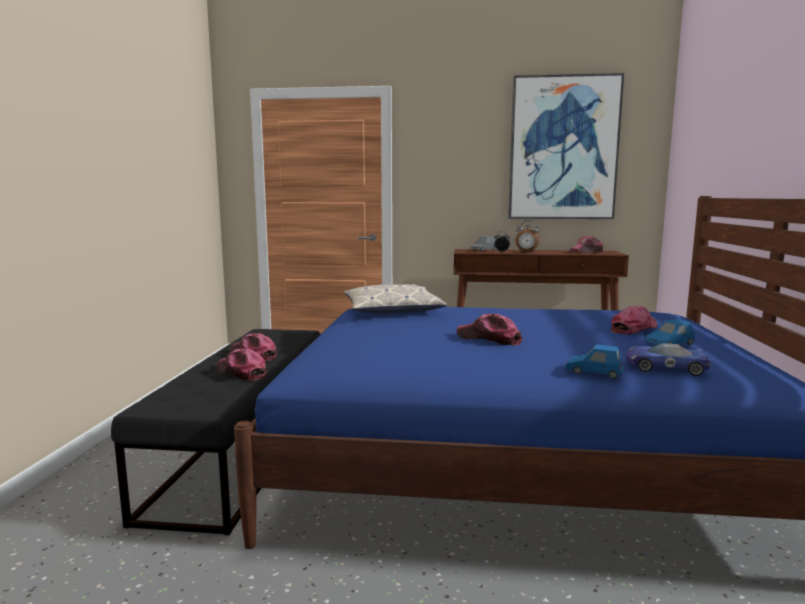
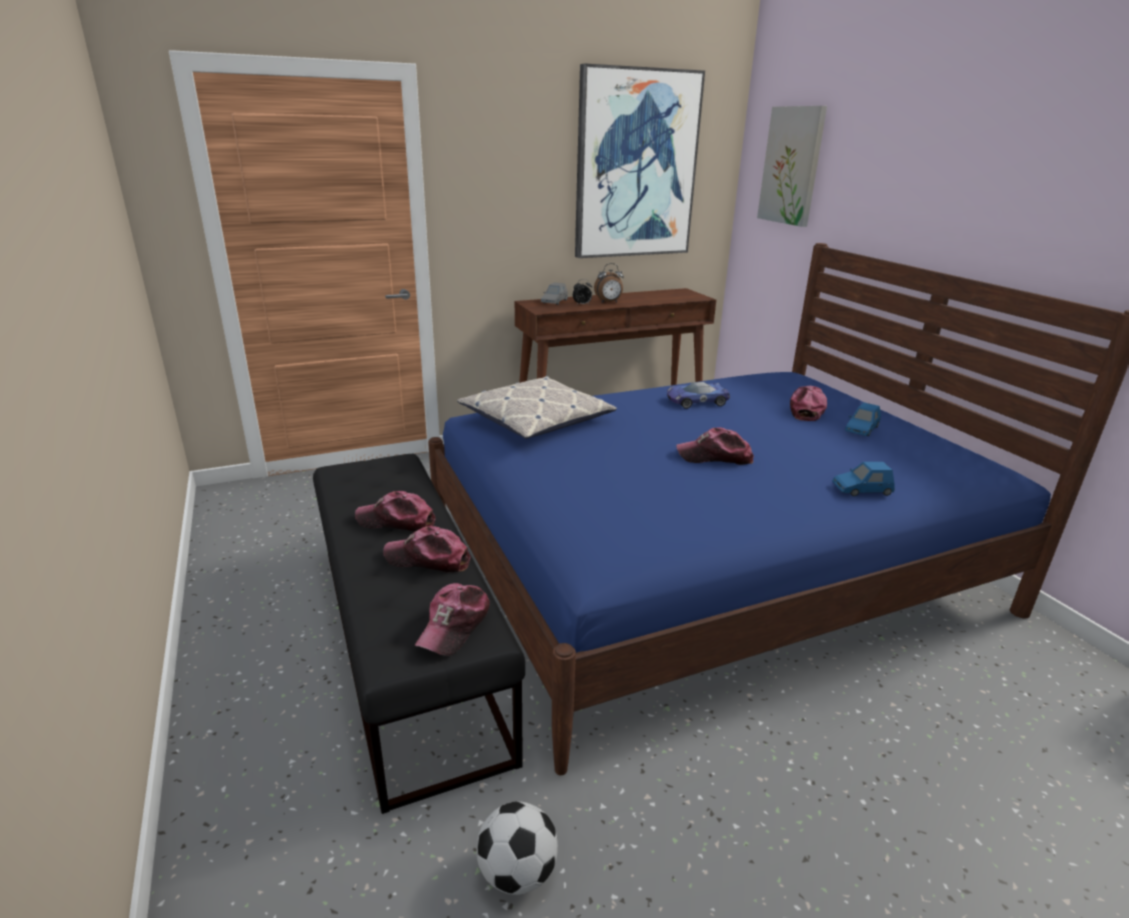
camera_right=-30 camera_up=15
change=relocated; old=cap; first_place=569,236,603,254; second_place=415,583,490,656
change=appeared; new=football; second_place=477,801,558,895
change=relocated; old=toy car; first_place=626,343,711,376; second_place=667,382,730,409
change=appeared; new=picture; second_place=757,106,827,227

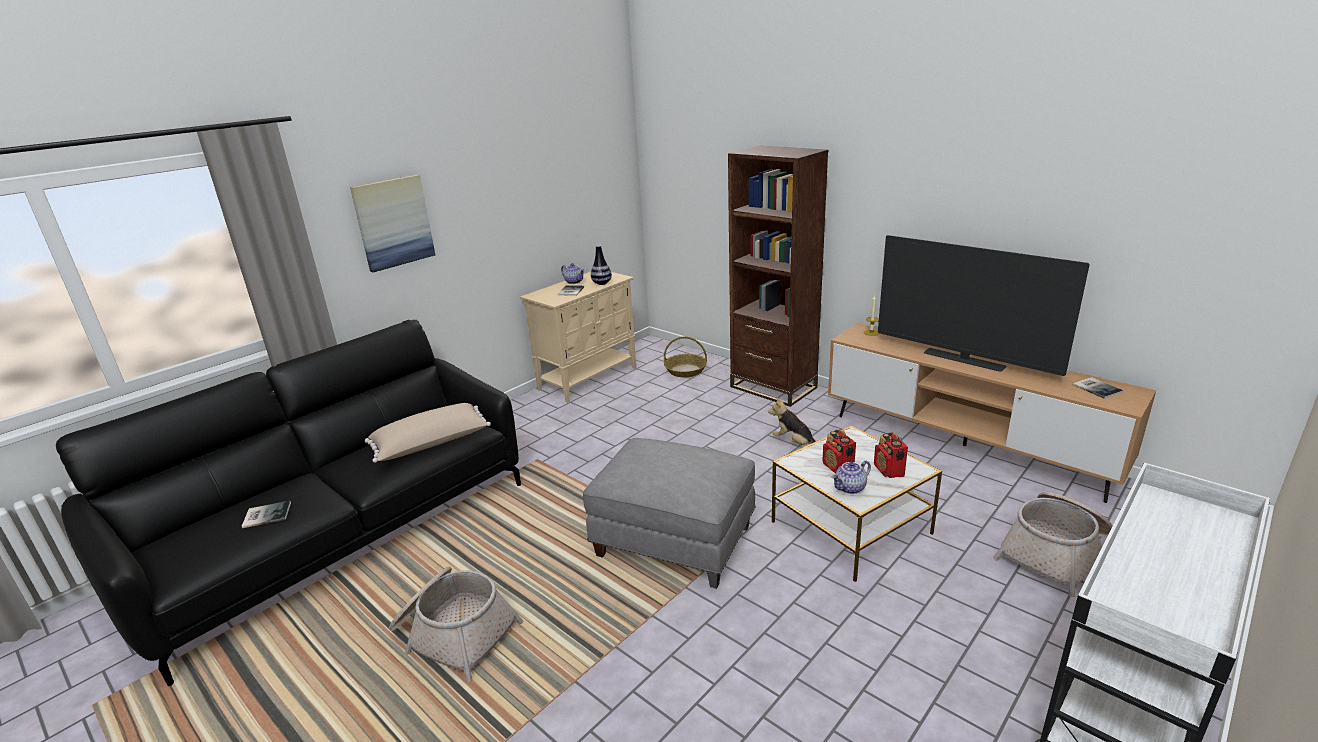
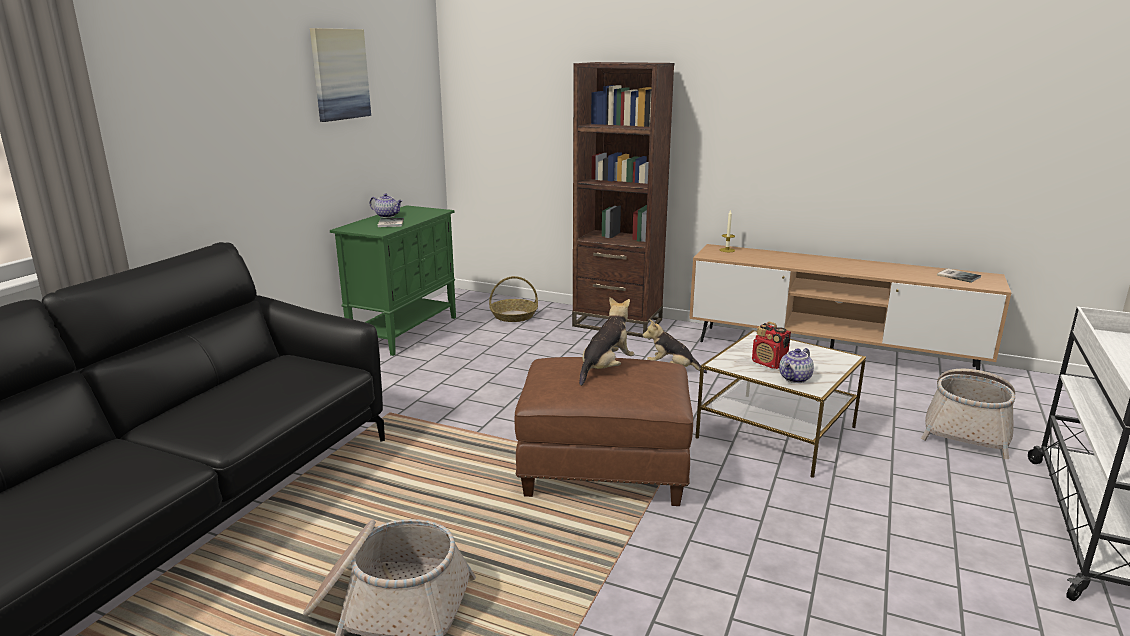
camera_right=-20 camera_up=-5
change=relocated; old=picture; first_place=350,175,435,272; second_place=310,28,371,122
change=colour; old=beige cabinet; new=green cabinet; first_place=520,272,636,403; second_place=330,205,456,356
change=colour; old=grey ottoman; new=brown ottoman; first_place=583,438,756,589; second_place=514,357,693,506
change=appeared; new=plush toy; second_place=579,297,635,386
change=missing; old=book; first_place=242,501,291,528
change=missing; old=beige pillow; first_place=365,403,491,463
change=missing; old=vase; first_place=591,245,612,285
change=missing; old=radio; first_place=874,432,908,478
change=missing; old=television; first_place=878,235,1090,376

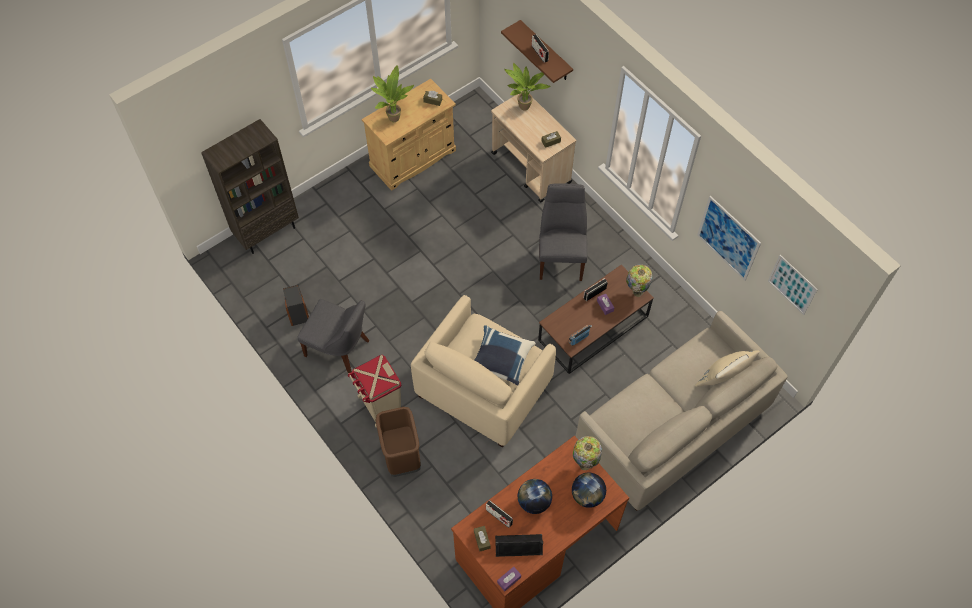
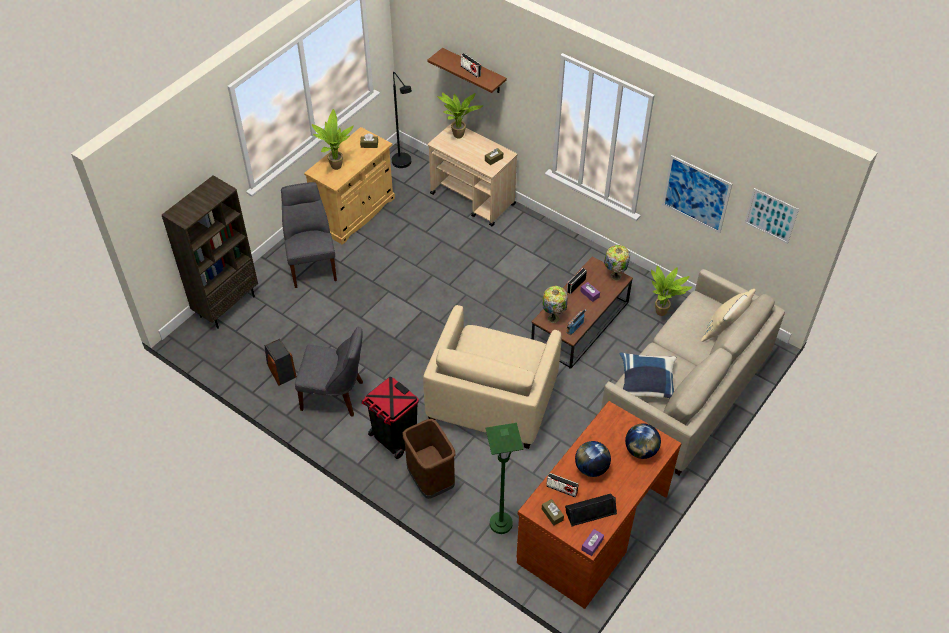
camera_right=-15 camera_up=-10
change=relocated; old=grey chair; first_place=539,183,587,281; second_place=281,182,337,288
change=colour; old=beige trash can; new=black trash can; first_place=348,355,402,428; second_place=362,377,419,459
change=appeared; new=black floor lamp; second_place=392,72,412,168
change=appeared; new=green floor lamp; second_place=485,423,524,534
change=relocated; old=table lamp; first_place=573,436,602,470; second_place=542,286,568,323
change=relocated; old=blue pillow; first_place=474,325,536,386; second_place=620,353,677,399
change=appeared; new=potted plant; second_place=651,265,692,316

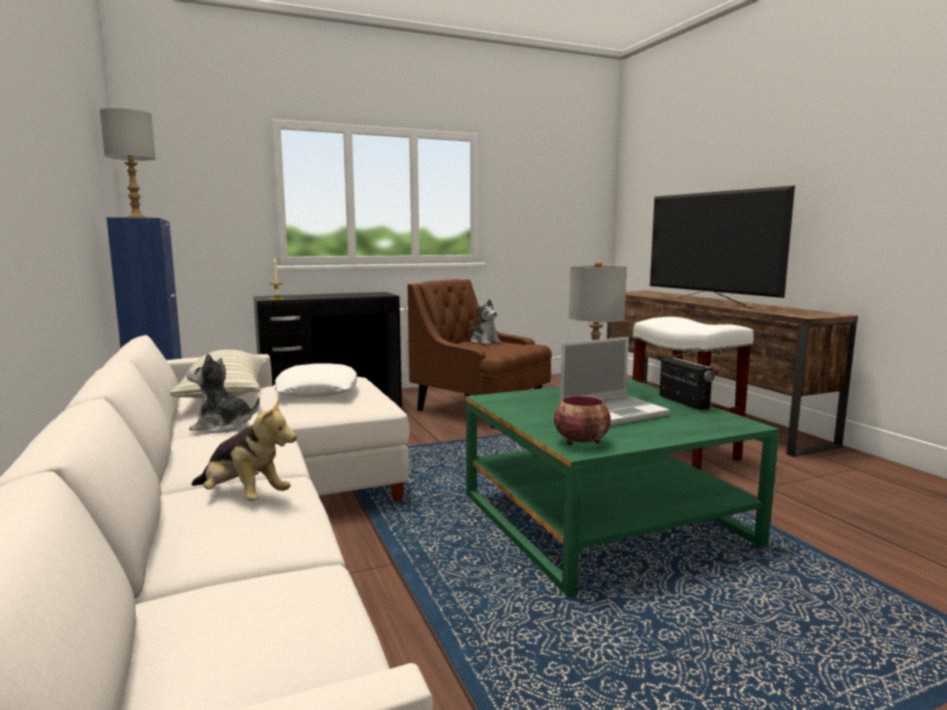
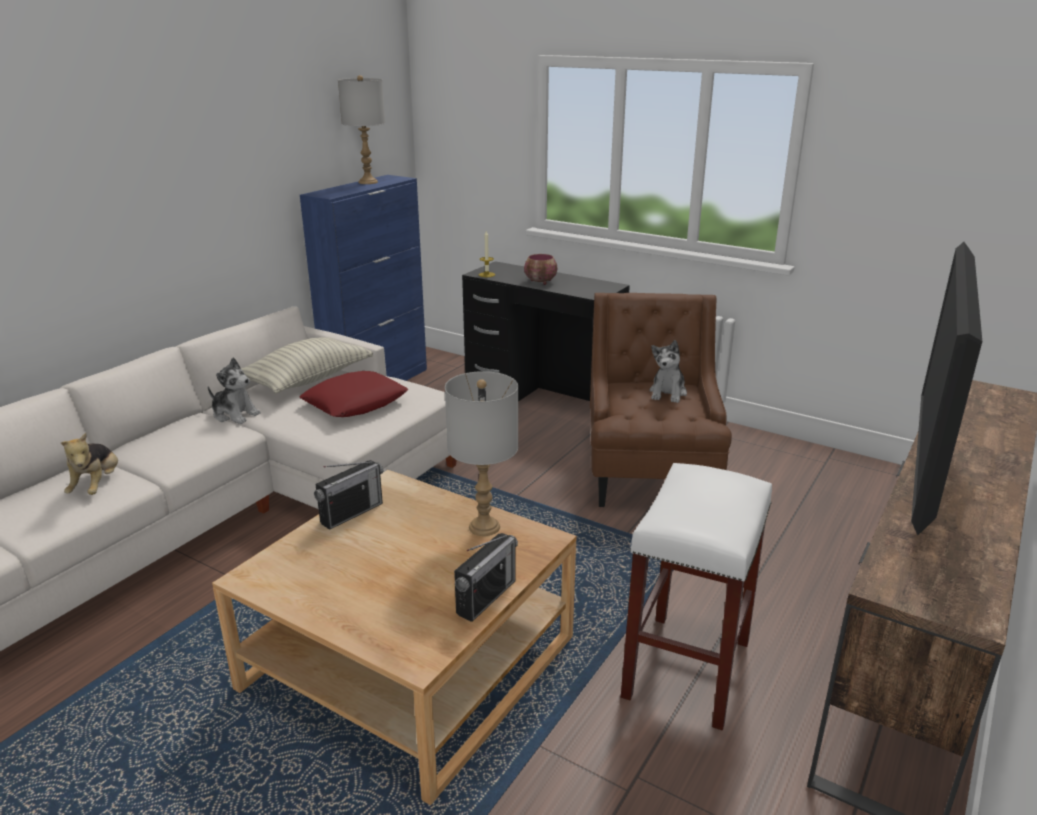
camera_right=55 camera_up=15
change=spun; old=plush toy; first_place=186,353,260,433; second_place=208,358,261,424; degrees=150
change=colour; old=green coffee table; new=beige coffee table; first_place=466,379,779,597; second_place=212,470,577,805
change=colour; old=white pillow; new=red pillow; first_place=275,363,357,398; second_place=300,371,408,417
change=appeared; new=radio; second_place=314,460,383,530
change=relocated; old=bowl; first_place=554,396,611,445; second_place=524,254,557,285
change=missing; old=laptop; first_place=560,337,670,426

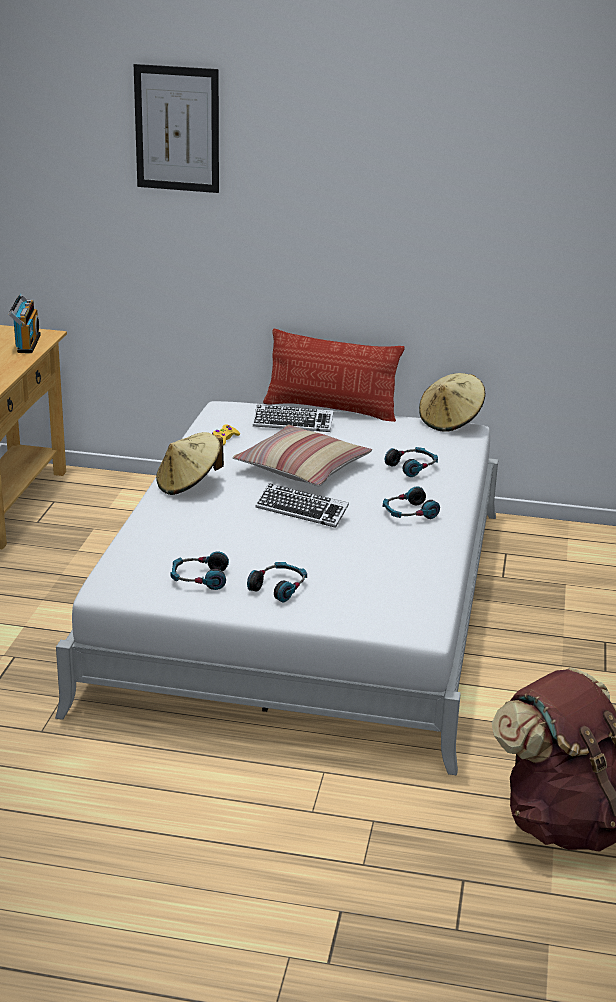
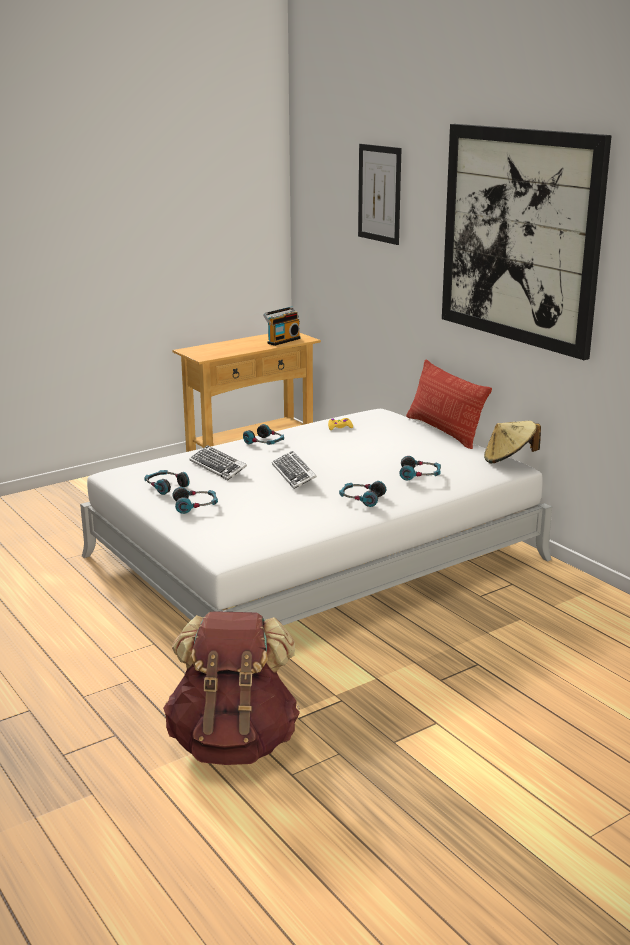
camera_right=45 camera_up=-5
change=relocated; old=keyboard; first_place=253,405,334,432; second_place=189,445,247,480
change=exchanged; old=beige hat; new=headphones; first_place=156,432,224,495; second_place=243,424,284,445
change=appeared; new=picture; second_place=442,124,612,360
change=missing; old=pillow; first_place=232,425,372,486

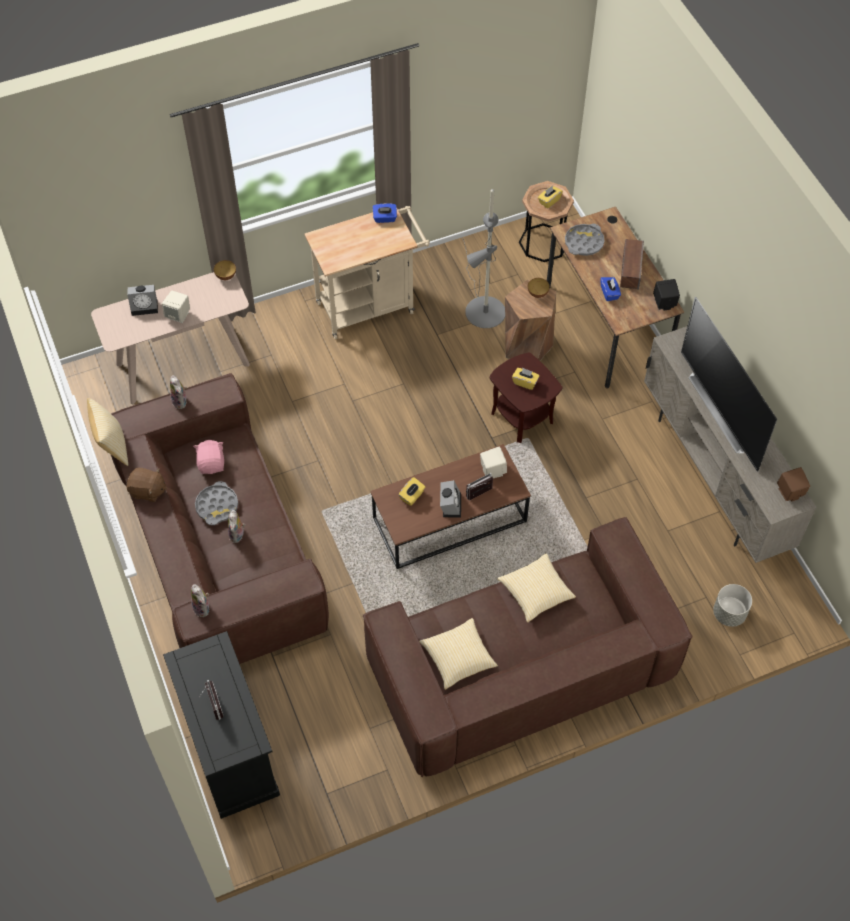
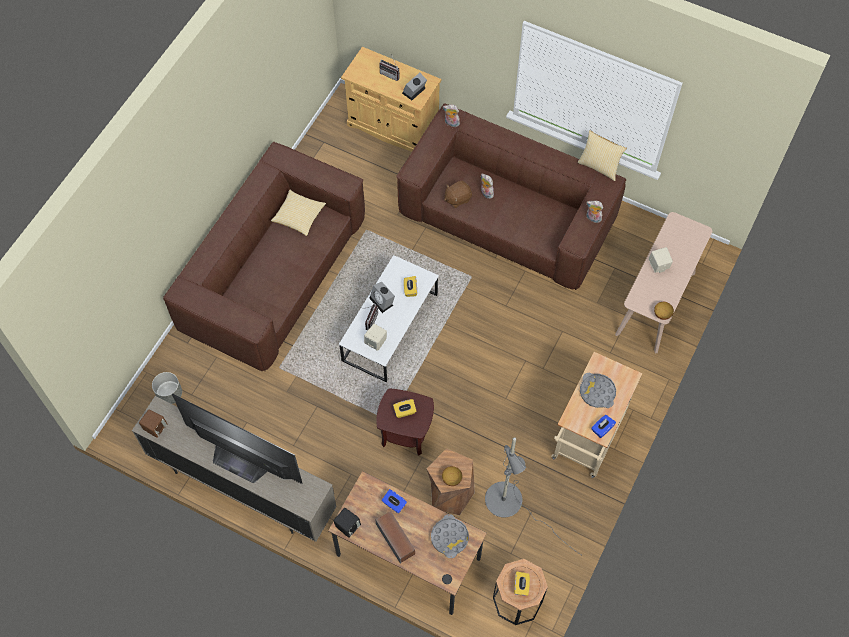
camera_right=140 camera_up=5
change=colour; old=brown coffee table; new=white coffee table; first_place=370,444,531,569; second_place=339,255,439,382
change=colour; old=black cabinet; new=beige cabinet; first_place=163,631,280,819; second_place=341,47,441,152
change=relocated; old=alarm clock; first_place=127,285,158,316; second_place=402,73,427,100
change=relocated; old=brown plush toy; first_place=126,468,167,502; second_place=444,181,472,208
change=relocated; old=grey tray; first_place=195,481,238,525; second_place=580,373,616,408
change=missing; old=pink plush toy; first_place=193,440,224,474
change=missing; old=pillow; first_place=497,553,576,623

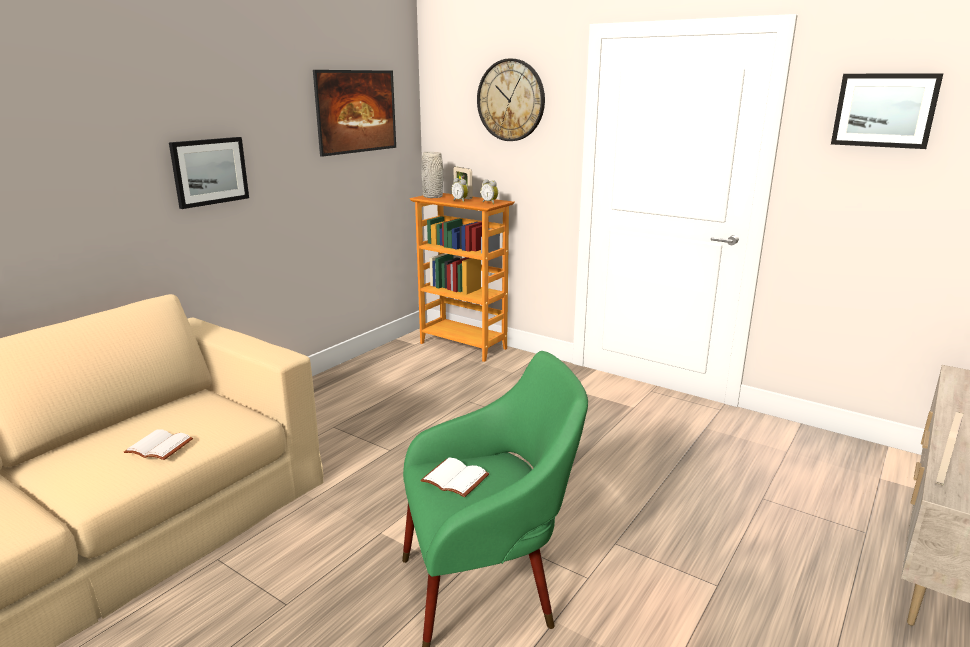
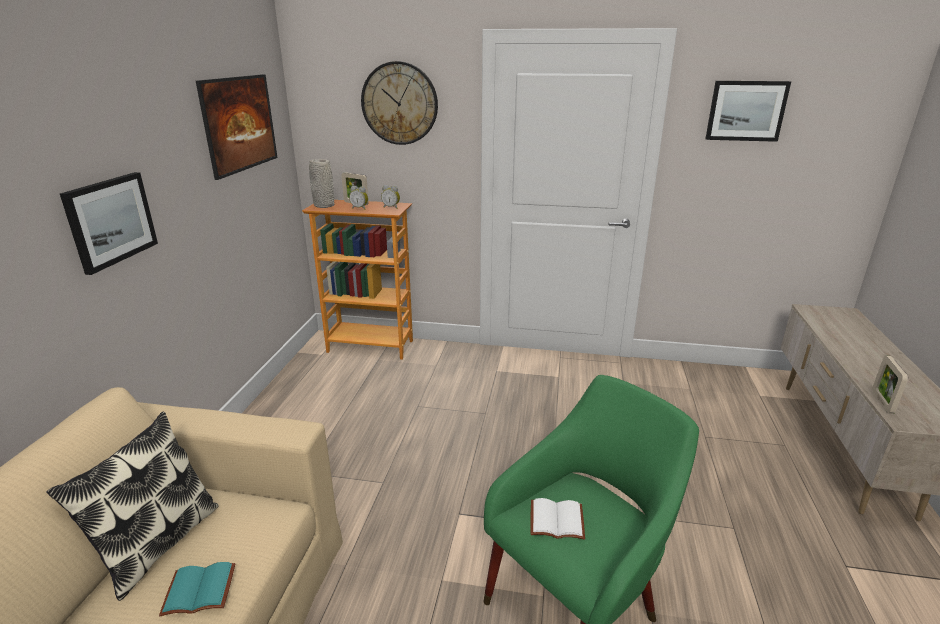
camera_right=-25 camera_up=5
change=appeared; new=pillow; second_place=46,411,219,601
change=colour; old=white book; new=turquoise book; first_place=124,429,193,460; second_place=159,562,236,616

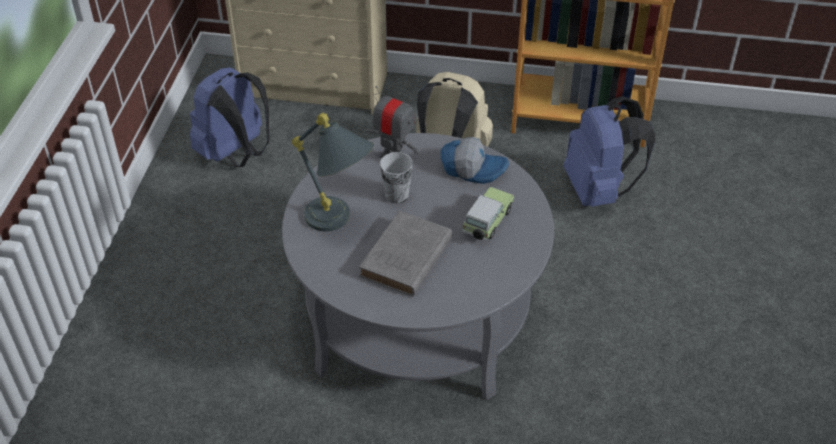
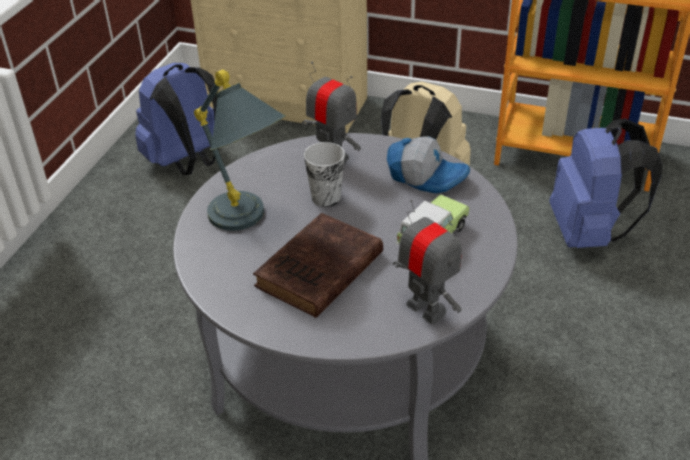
camera_right=10 camera_up=-5
change=colour; old=grey book; new=brown book; first_place=359,211,453,297; second_place=253,213,383,318
change=appeared; new=toy robot; second_place=393,200,462,325

